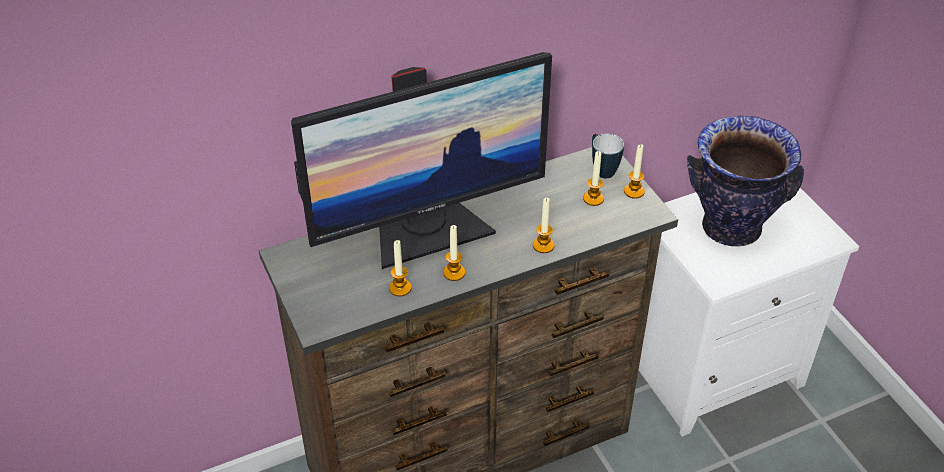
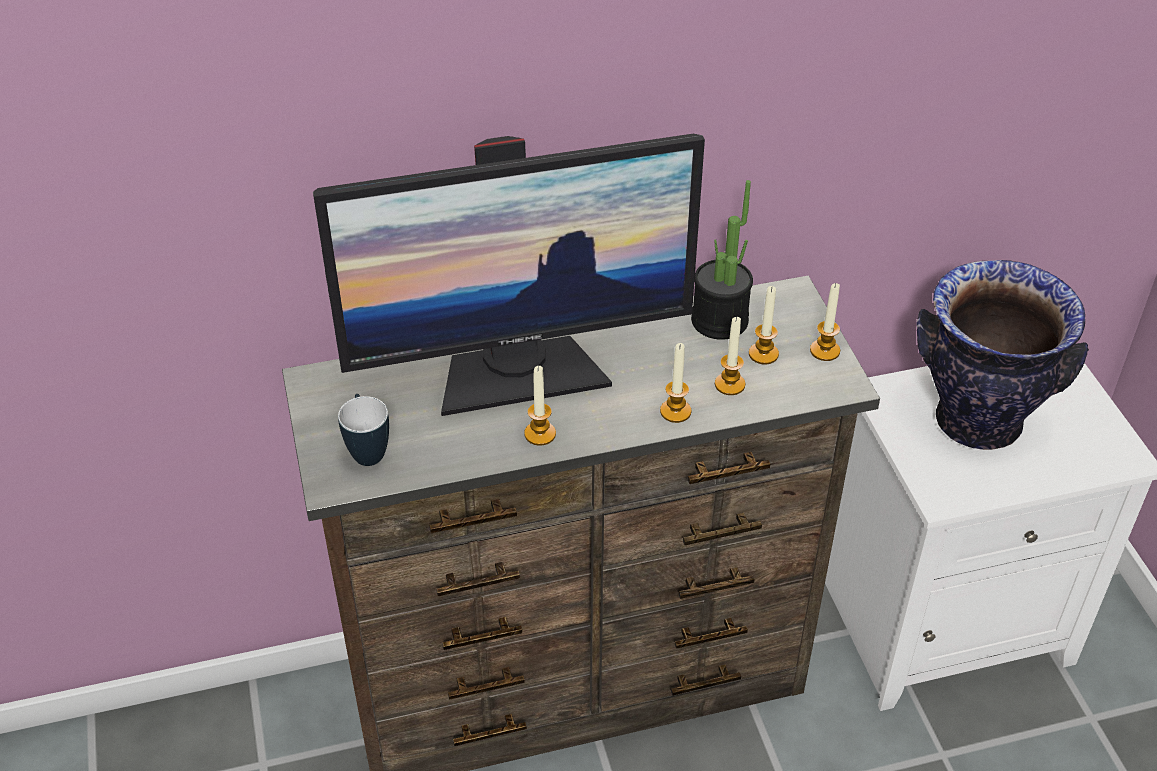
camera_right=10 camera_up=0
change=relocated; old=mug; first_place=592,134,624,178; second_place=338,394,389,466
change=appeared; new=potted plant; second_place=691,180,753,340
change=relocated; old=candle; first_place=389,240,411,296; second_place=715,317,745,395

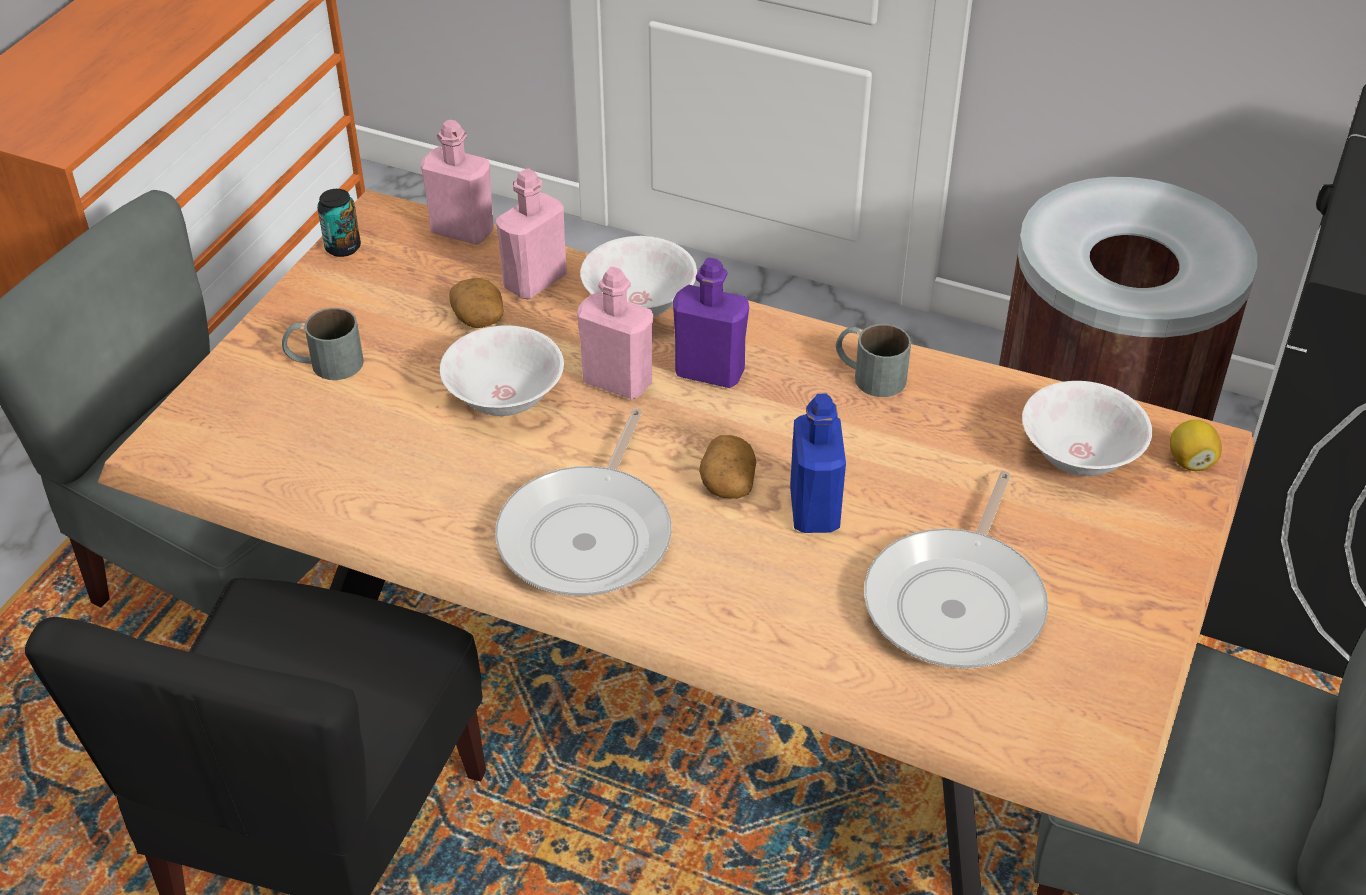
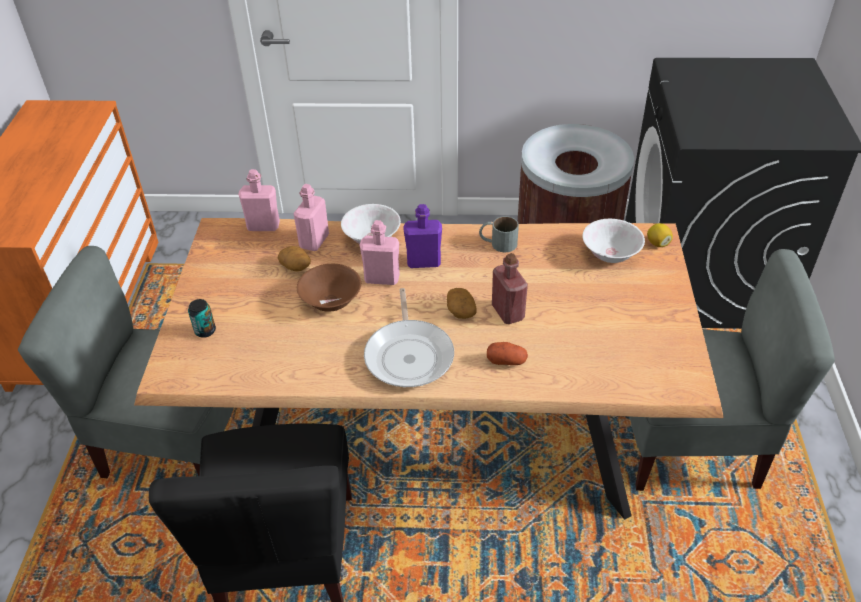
camera_right=-20 camera_up=0
change=relocated; old=can; first_place=317,189,361,257; second_place=188,299,216,338
change=colour; old=white bowl; new=brown bowl; first_place=440,325,564,416; second_place=297,264,361,312
change=appeared; new=potato; second_place=487,342,528,365
change=colour; old=blue bottle; new=red bottle; first_place=790,394,846,533; second_place=492,253,528,324
change=missing; old=grey mug; first_place=282,308,364,380
change=missing; old=frying pan; first_place=864,471,1048,668

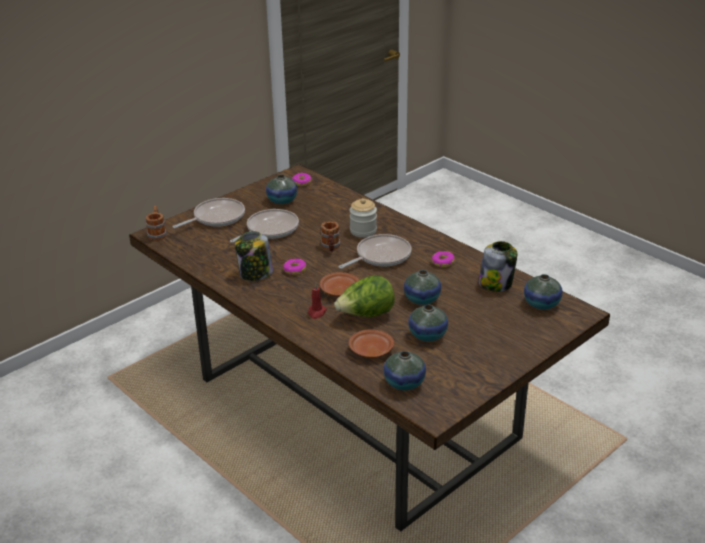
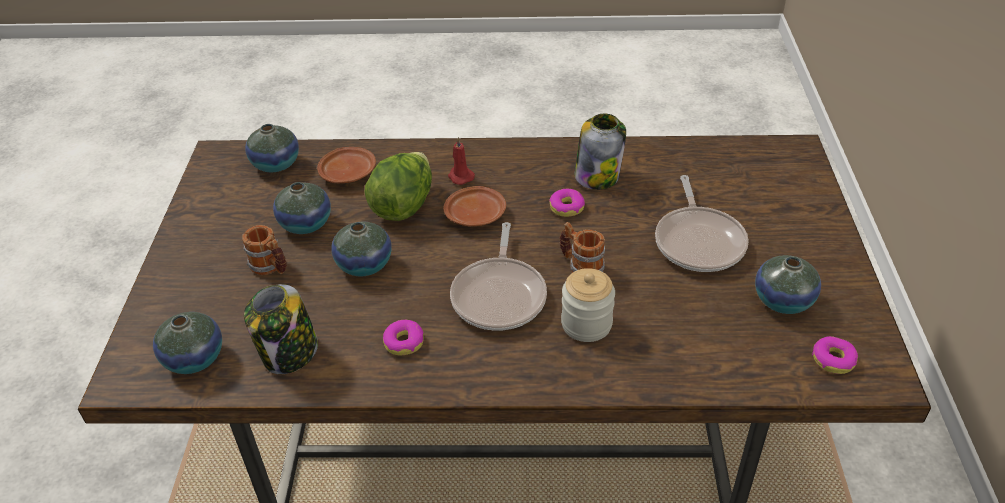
camera_right=135 camera_up=10
change=relocated; old=mug; first_place=146,206,167,241; second_place=242,225,287,275
change=missing; old=frying pan; first_place=172,198,245,228

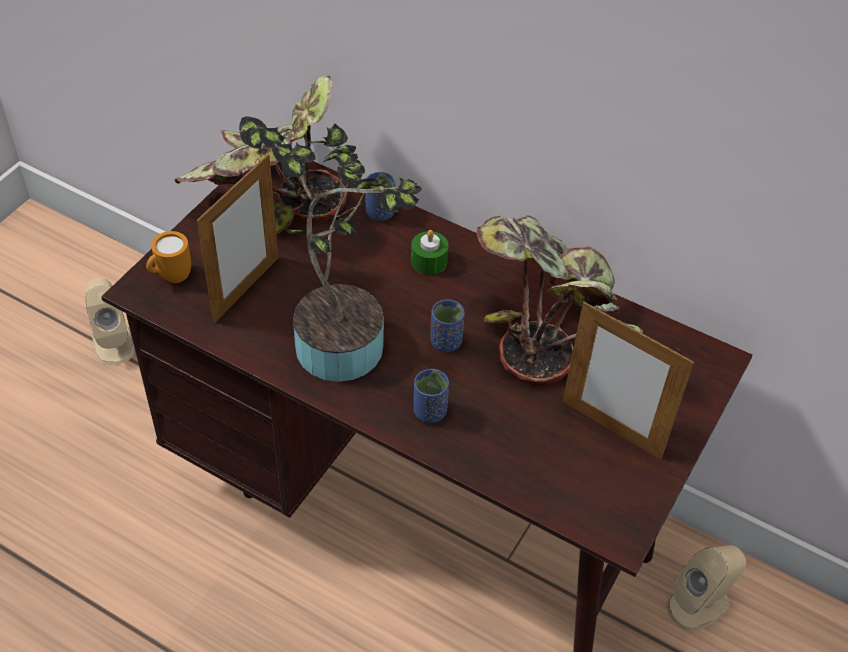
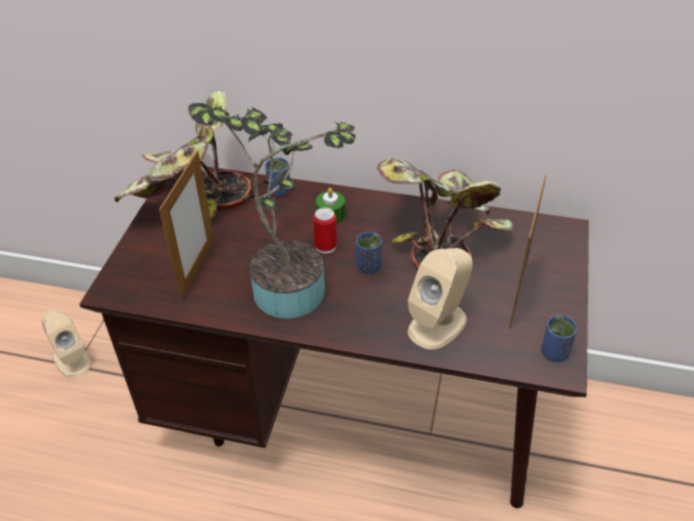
camera_right=-15 camera_up=-5
change=appeared; new=can; second_place=313,207,337,253
change=relocated; old=beige speaker; first_place=666,545,746,631; second_place=408,248,473,350
change=spun; old=picture frame; first_place=563,302,694,459; second_place=509,175,546,329; degrees=90
change=relocated; old=blue cup; first_place=414,369,449,423; second_place=541,315,577,362
change=missing; old=orange mug; first_place=146,231,191,283

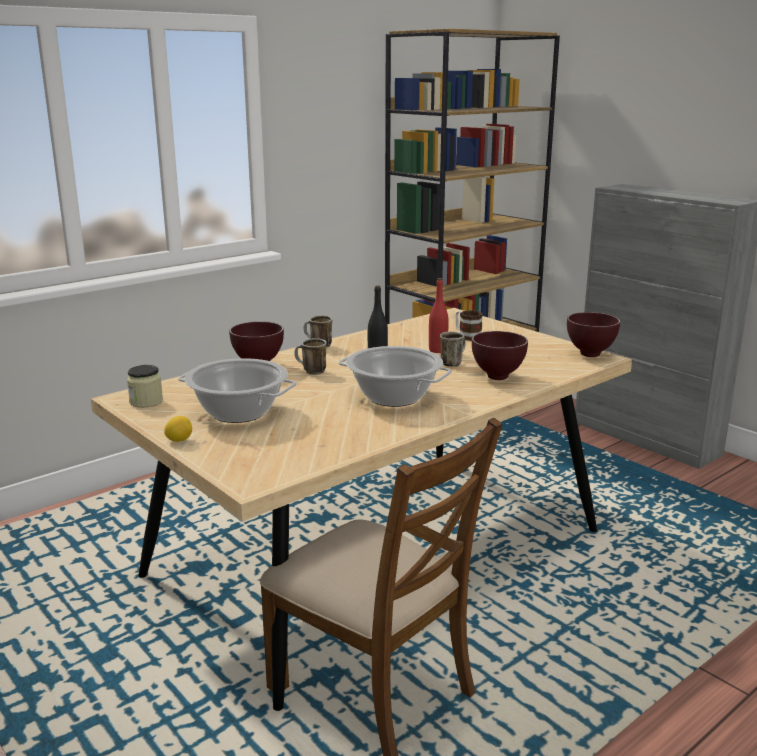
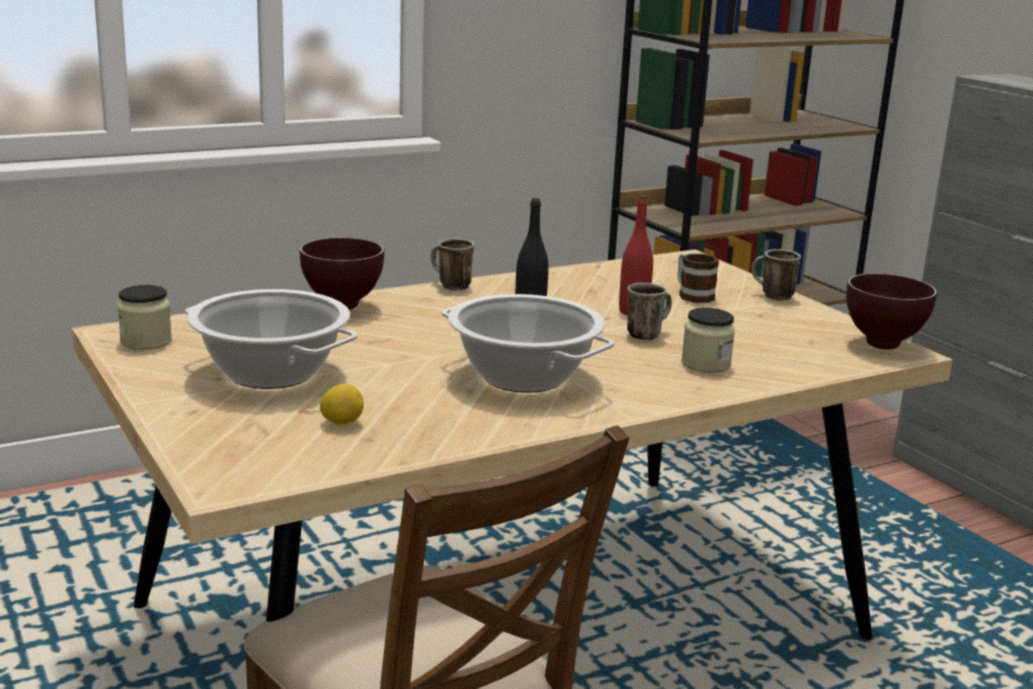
camera_right=10 camera_up=0
change=relocated; old=lemon; first_place=164,416,192,442; second_place=320,384,364,425
change=exchanged; old=brown bowl; new=jar; first_place=472,331,528,380; second_place=681,308,735,373
change=relocated; old=mug; first_place=294,338,327,375; second_place=752,249,801,300

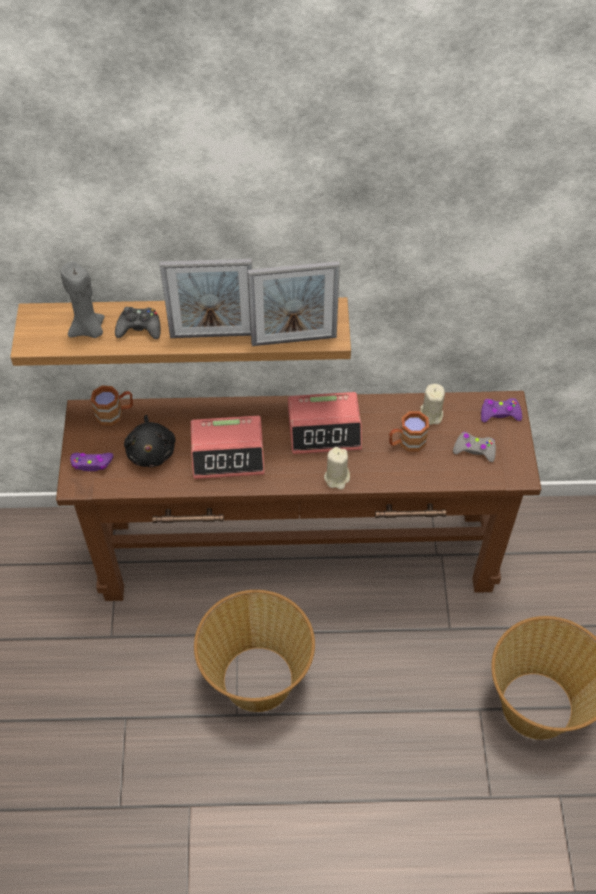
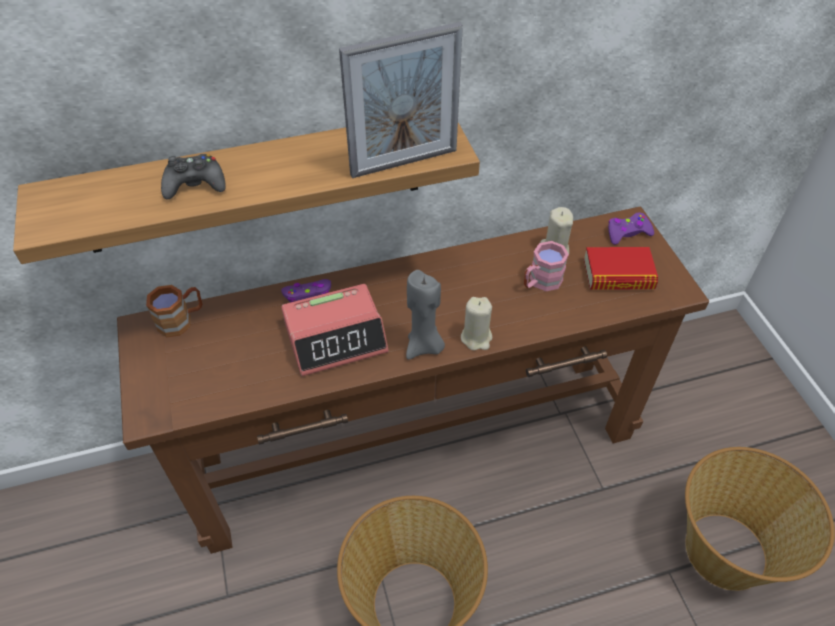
camera_right=-15 camera_up=-5
change=relocated; old=purple game controller; first_place=70,453,113,471; second_place=281,279,331,303
change=relocated; old=grey candle; first_place=61,261,104,338; second_place=406,270,445,360
change=colour; old=brown mug; new=pink mug; first_place=389,411,429,451; second_place=524,241,569,291
change=exchanged; old=grey game controller; new=book; first_place=453,432,496,462; second_place=584,247,658,290
change=missing; old=black plush toy; first_place=124,415,176,467
change=missing; old=picture frame; first_place=160,259,252,338
change=missing; old=alarm clock; first_place=288,392,362,454

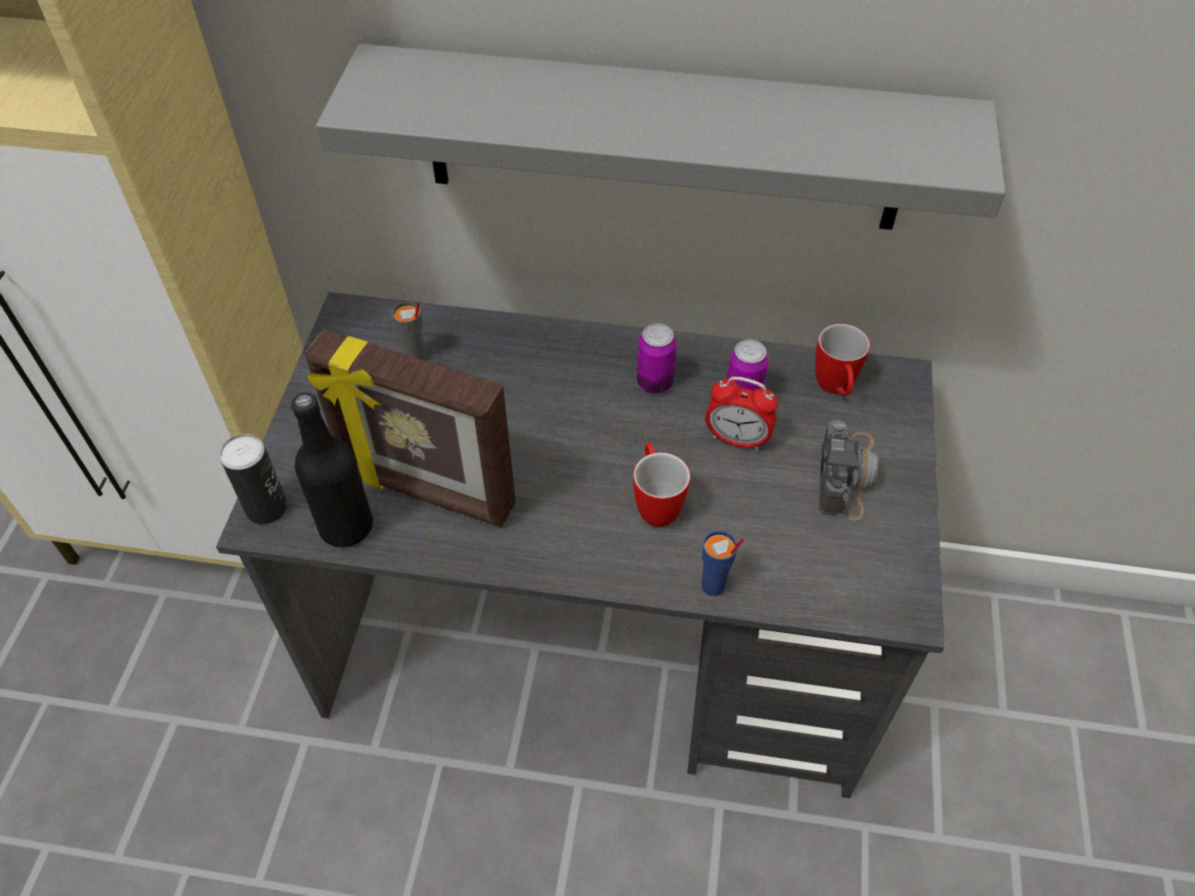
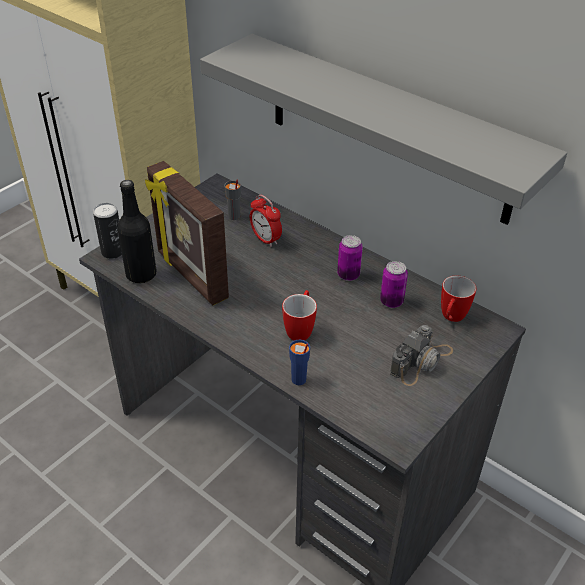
camera_right=30 camera_up=-10
change=relocated; old=alarm clock; first_place=705,377,778,450; second_place=250,195,282,247

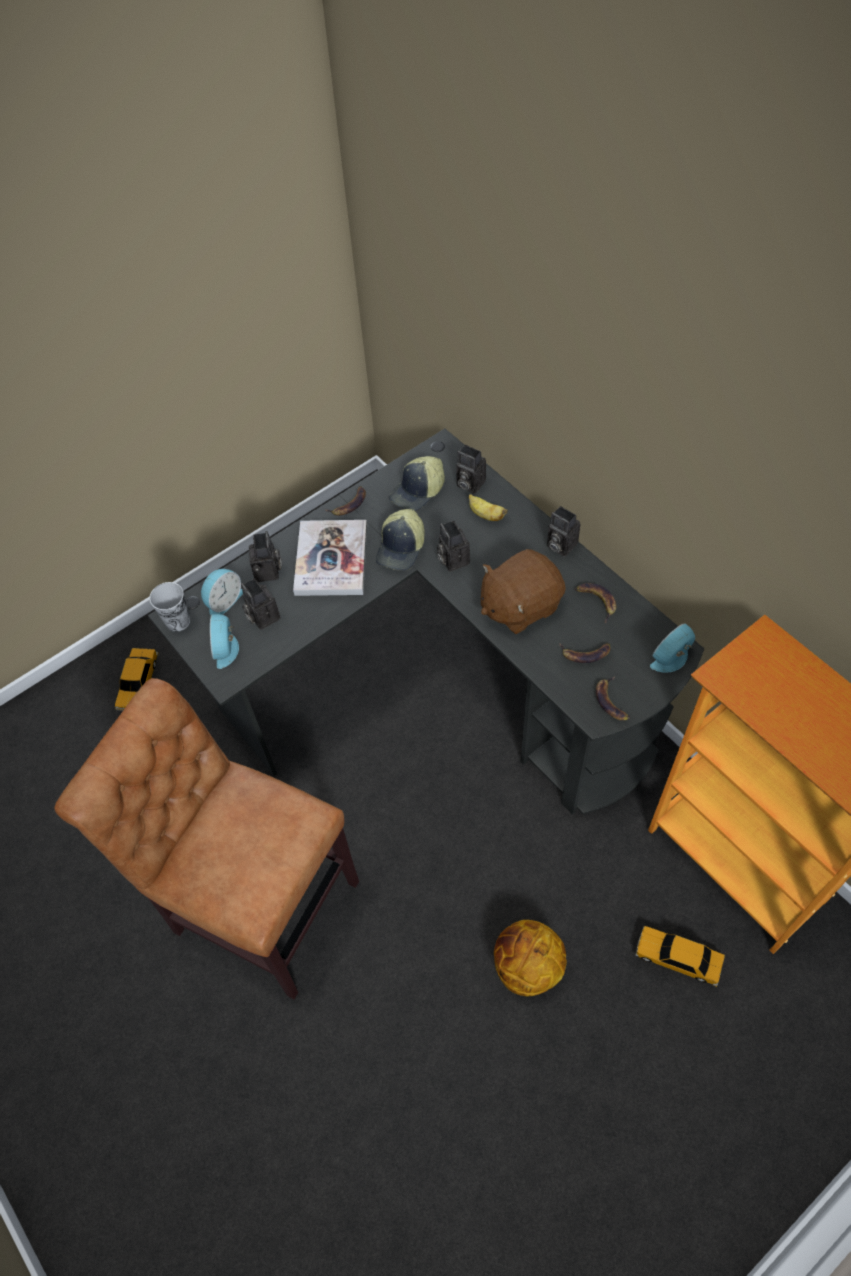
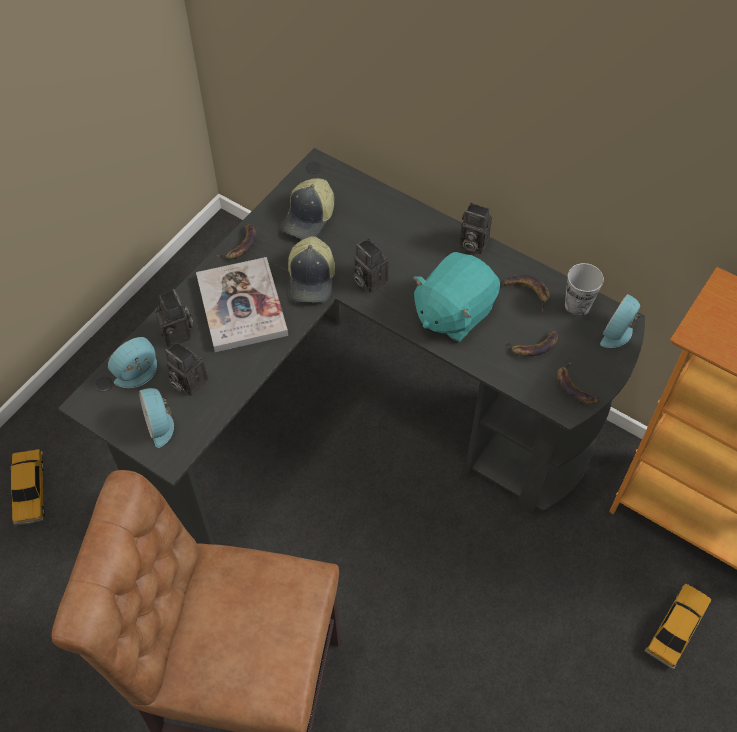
camera_right=-20 camera_up=0
change=spun; old=alarm clock; first_place=201,569,243,615; second_place=108,337,157,388; degrees=-150
change=colour; old=brown plush toy; new=turquoise plush toy; first_place=481,549,566,634; second_place=413,252,500,342
change=relocated; old=cup; first_place=149,582,190,632; second_place=565,263,604,316
change=spun; old=toy car; first_place=635,926,725,987; second_place=645,584,711,670; degrees=120
change=missing; old=photo camera; first_place=456,445,486,494
change=missing; old=banana; first_place=469,494,508,521
change=missing; old=basketball; first_place=494,920,567,996

